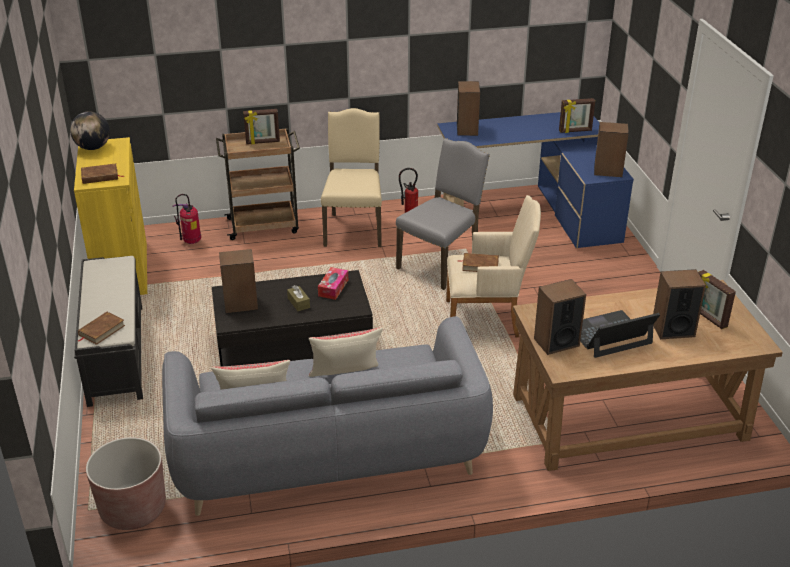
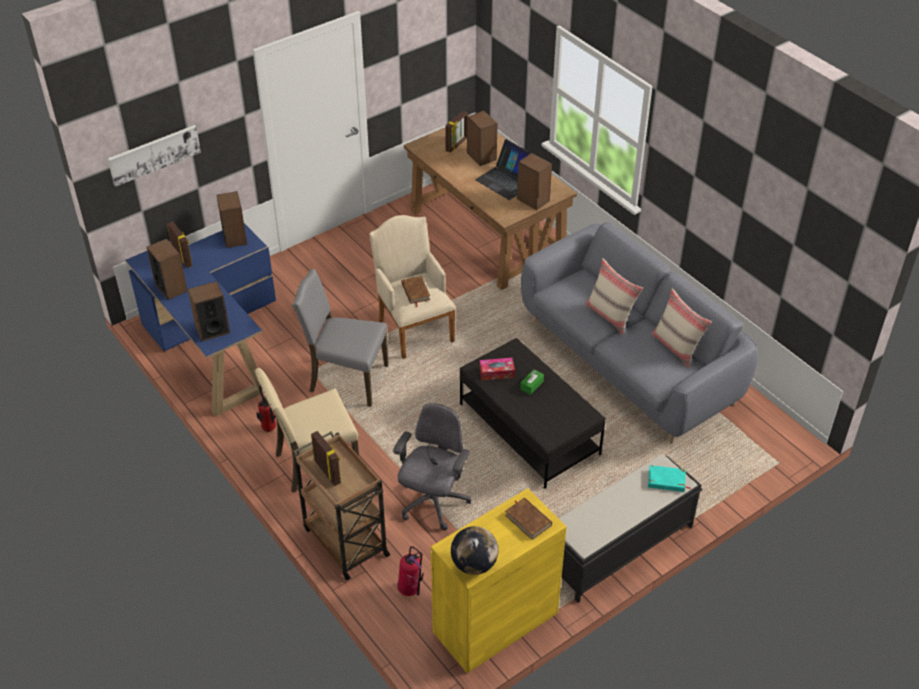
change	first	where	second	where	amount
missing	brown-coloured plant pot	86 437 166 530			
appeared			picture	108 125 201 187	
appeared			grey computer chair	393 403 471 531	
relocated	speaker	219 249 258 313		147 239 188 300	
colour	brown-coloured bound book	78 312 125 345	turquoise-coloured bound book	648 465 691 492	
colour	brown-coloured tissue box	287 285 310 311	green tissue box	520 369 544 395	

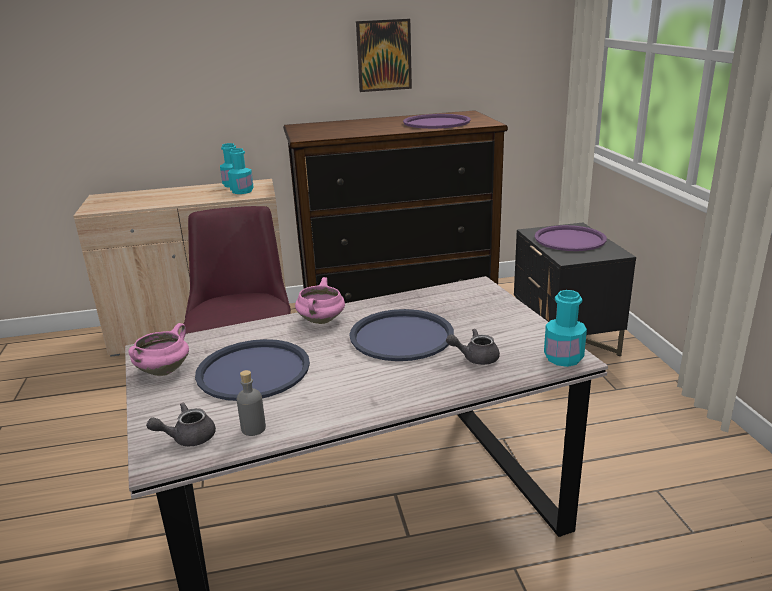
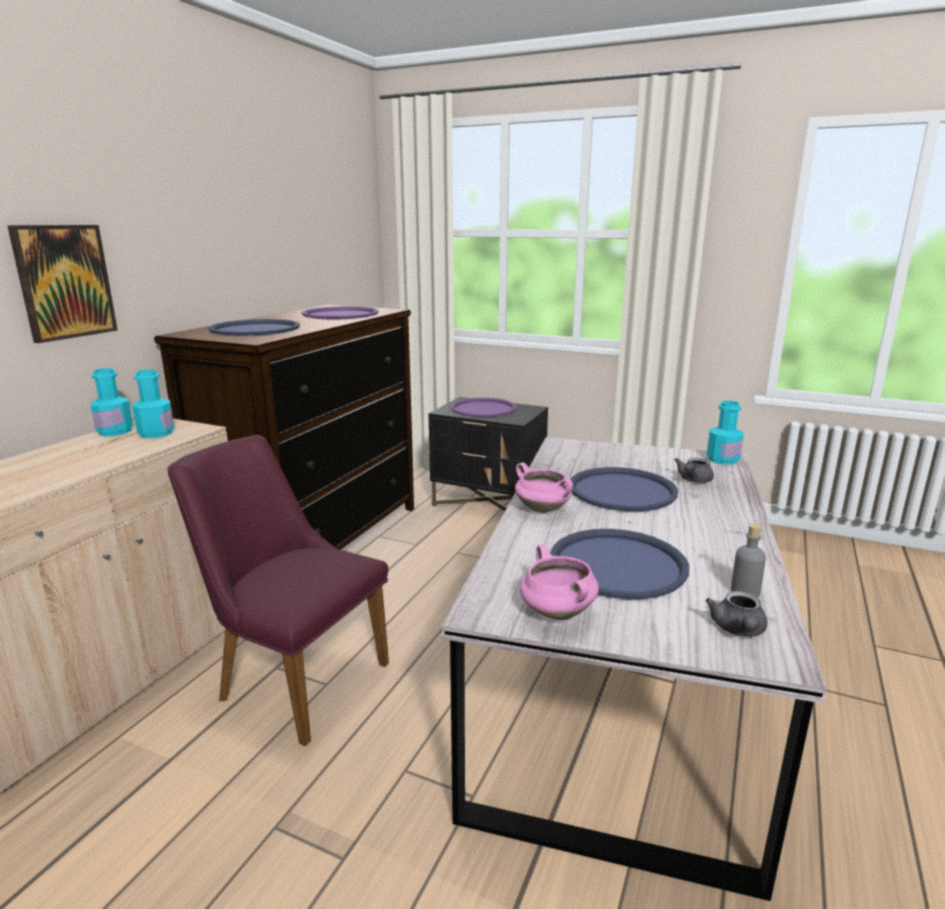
change	first	where	second	where	amount
appeared			blue carrying tray	208 319 300 336	
relocated	picture	356 19 412 92		7 225 118 343	

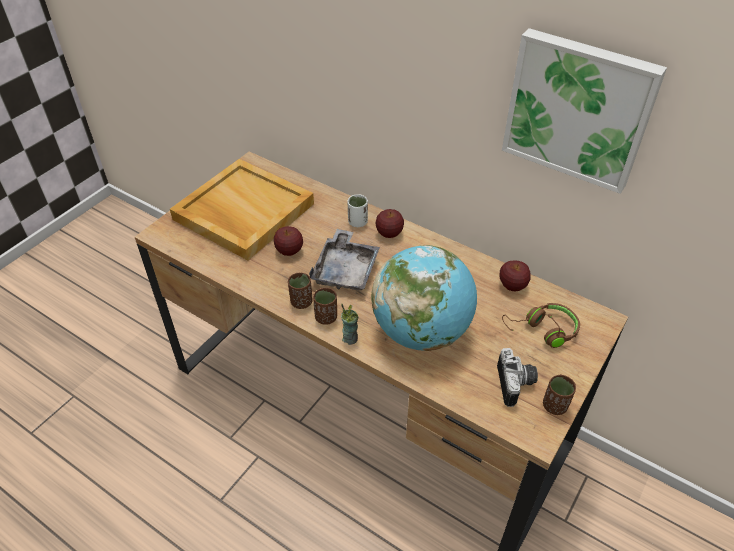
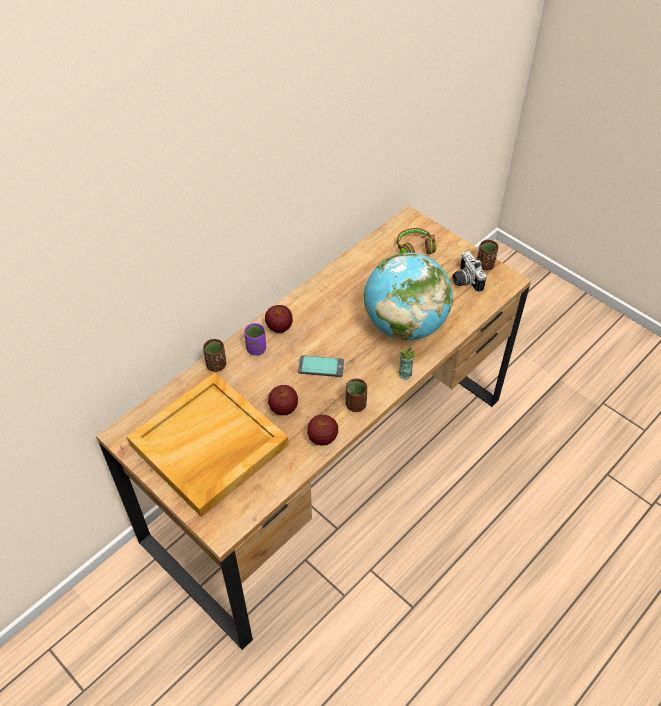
change	first	where	second	where	amount
missing	picture	502 28 667 194			
relocated	brown-coloured drinking cup	313 288 337 325		203 339 226 372	
relocated	apple	500 260 531 291		307 415 338 445	
exchanged	grey carrying tray	309 229 380 290	telephone	298 355 344 377	
colour	whitish drinking cup	347 194 368 227	purple-coloured drinking cup	244 323 266 356	
spun	photo camera	497 348 538 407		452 251 487 292	120 degrees counterclockwise

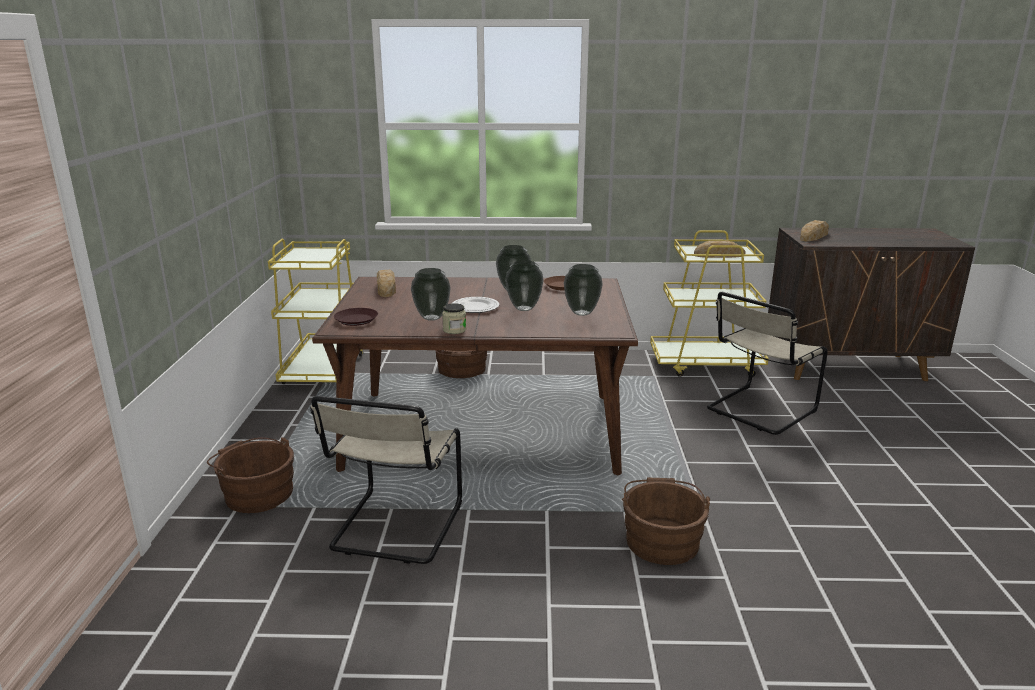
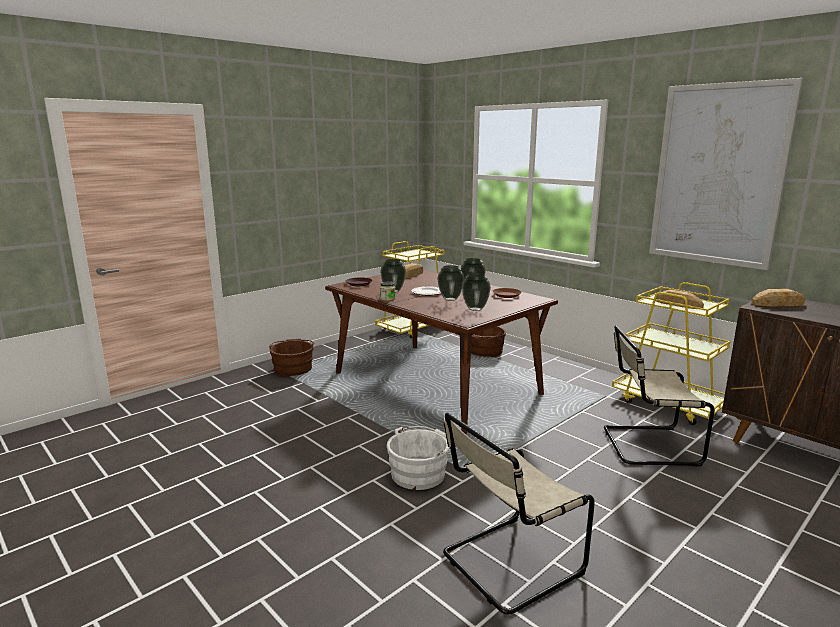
change	first	where	second	where	amount
appeared			picture	649 78 803 270	
relocated	beige-coloured plain chair	310 396 462 564		443 413 595 615	
colour	brown-coloured water bucket	622 477 710 565	whitish water bucket	387 426 456 490	

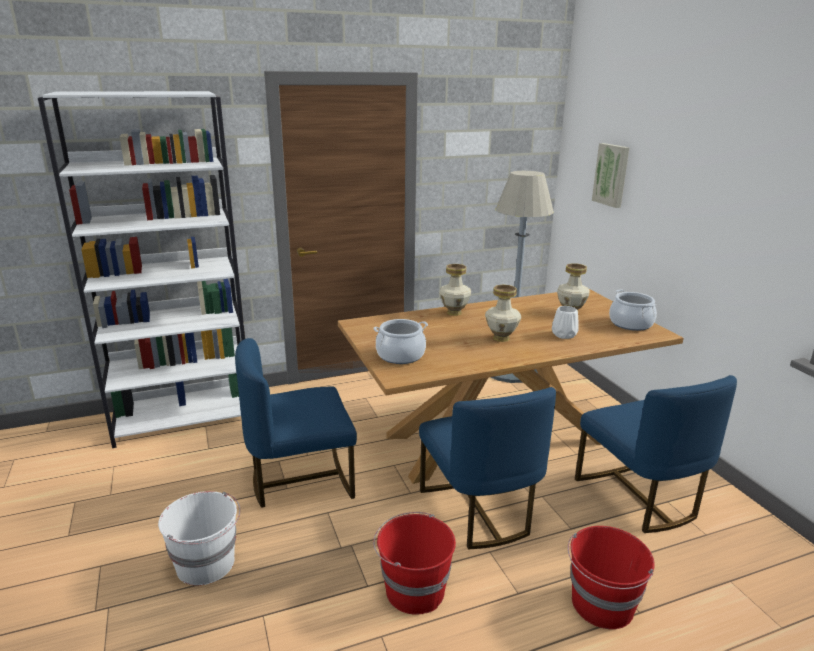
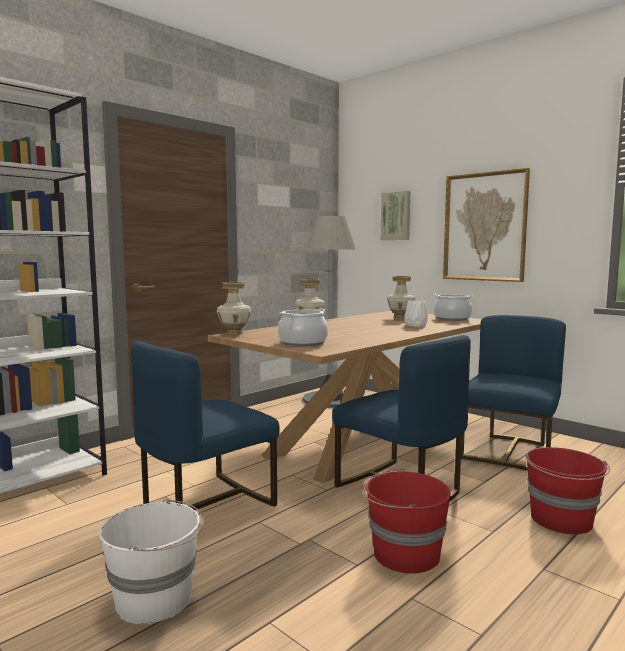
change	first	where	second	where	amount
appeared			picture	443 168 530 282	
relocated	flower vase	485 284 521 342		217 282 251 335	
spun	blue plain chair	575 375 737 533		461 315 566 471	105 degrees counterclockwise

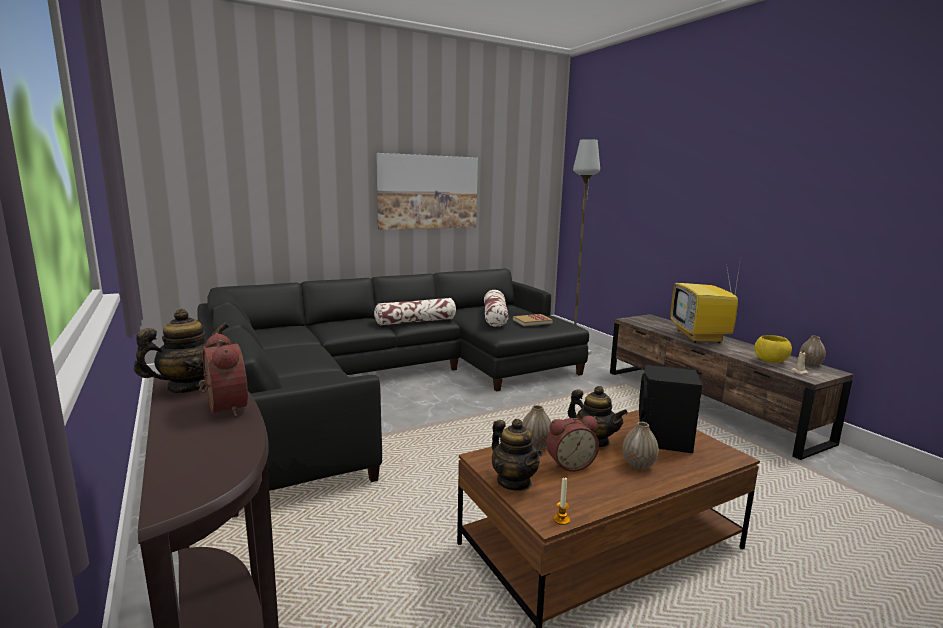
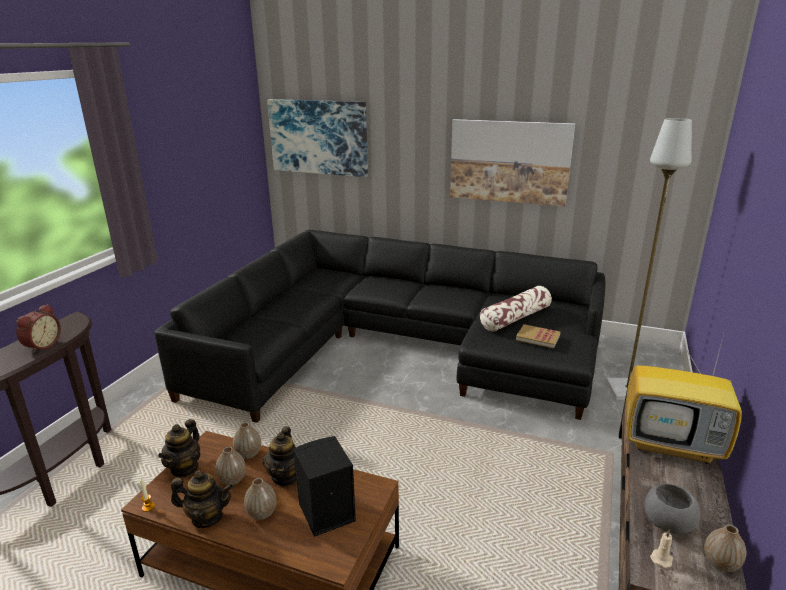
change	first	where	second	where	amount
missing	throw pillow	374 298 456 326			
appeared			picture	267 99 368 177	
relocated	pot for tea	134 309 229 393		171 470 233 528	
exchanged	table clock	546 416 599 472	flower vase	215 446 246 485	
colour	yellow serving bowl	754 335 792 363	grey serving bowl	645 484 700 534	
spun	television	670 257 741 343		626 330 742 464	120 degrees counterclockwise

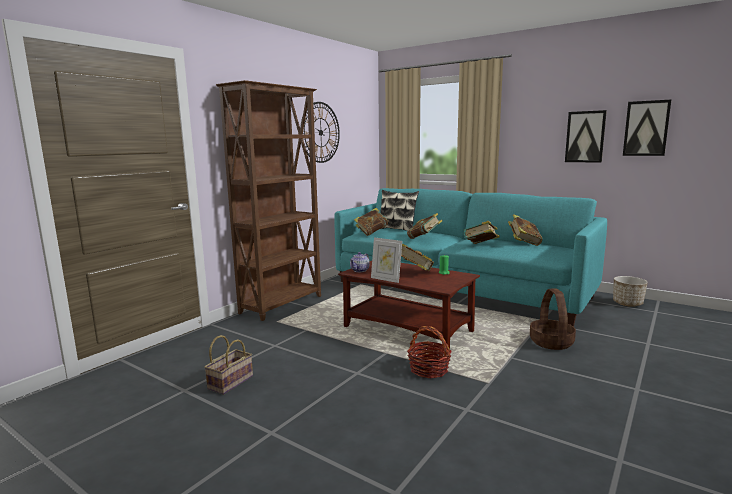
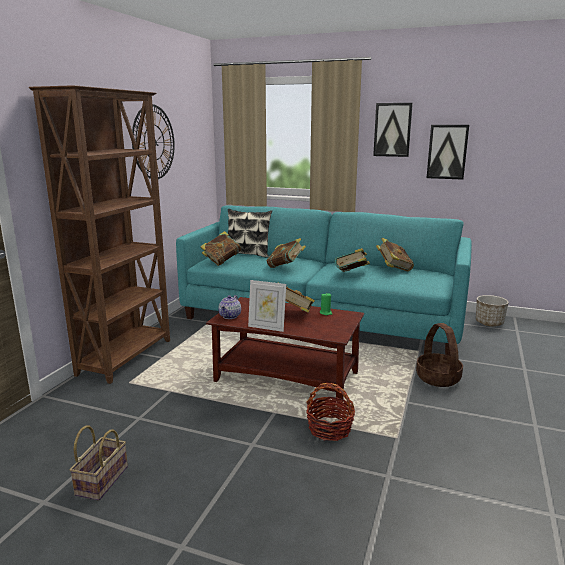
change	first	where	second	where	amount
relocated	picture	623 100 671 156		373 103 413 157	

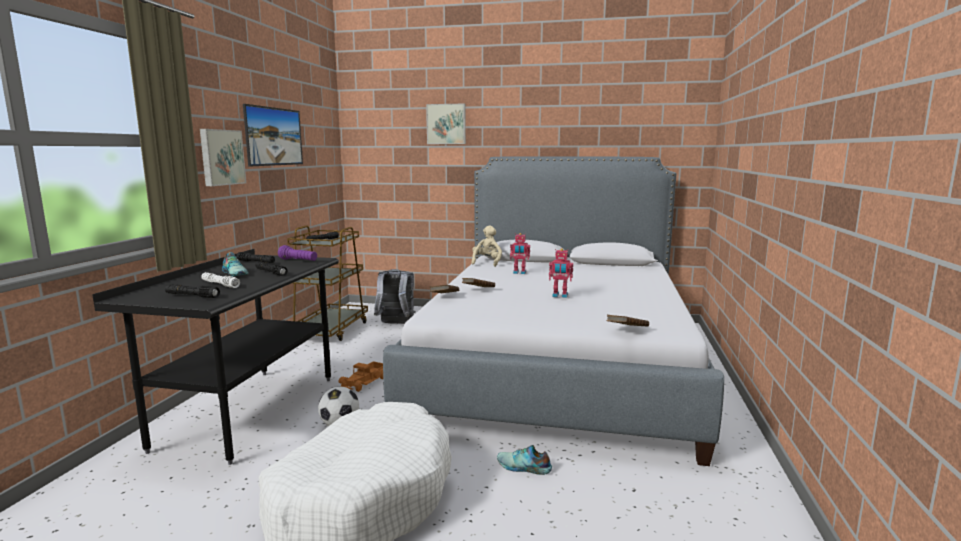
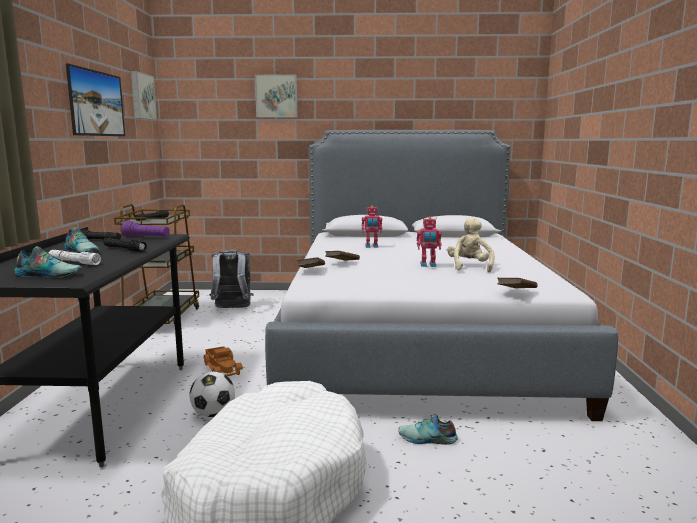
change	first	where	second	where	amount
relocated	picture	200 129 246 186		131 71 157 120	
relocated	beige-coloured cuddly toy	471 225 502 267		447 217 495 273	
exchanged	blackish hand torch	165 284 220 298	low shoe	15 246 82 278	
spun	toy lorry	338 361 383 392		204 346 243 376	45 degrees counterclockwise

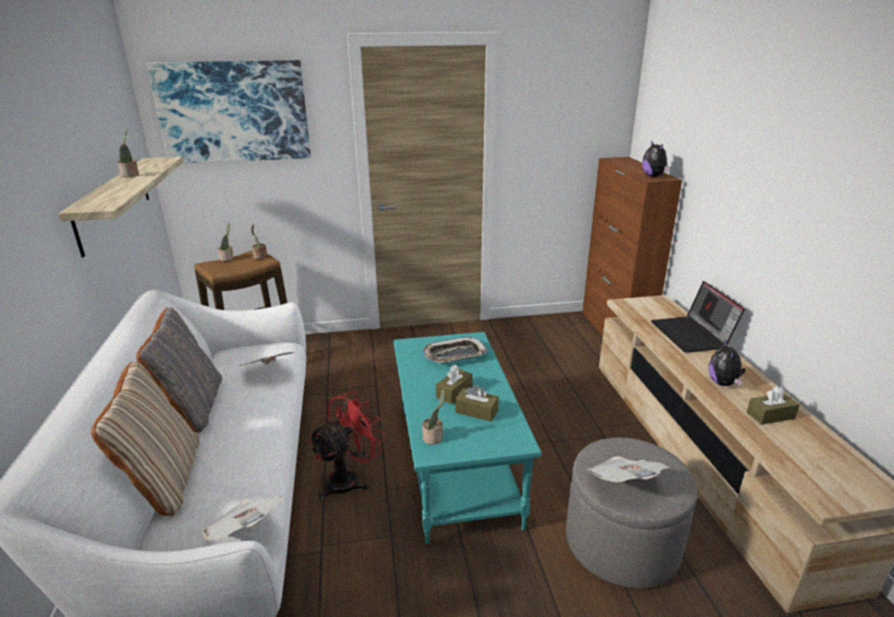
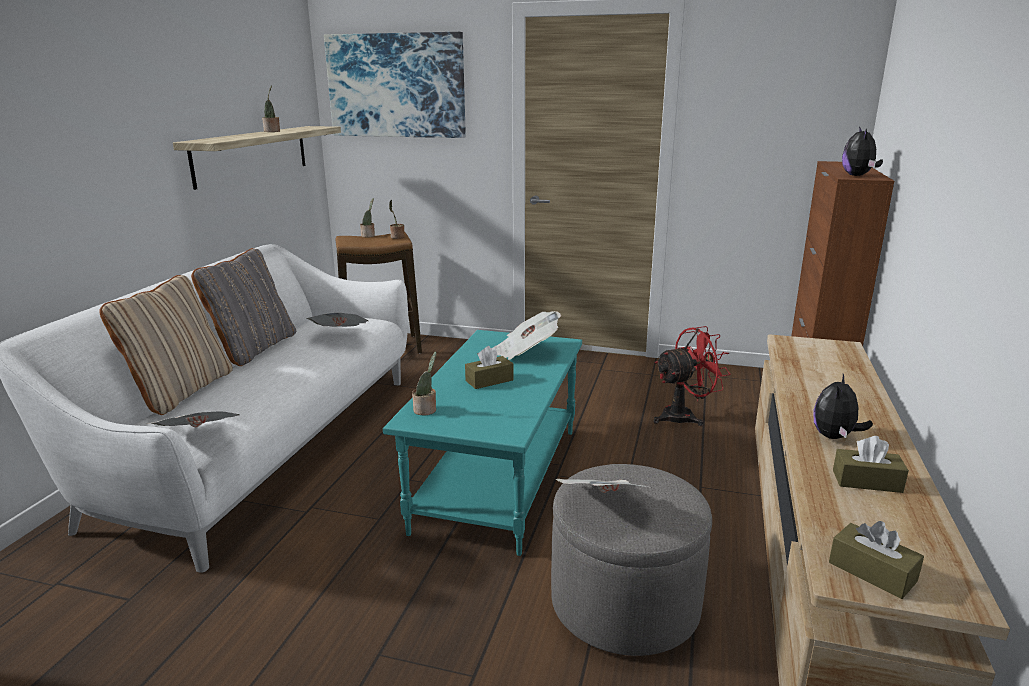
change	first	where	second	where	amount
missing	notebook computer	651 281 745 353			
relocated	red-coloured electric fan	308 391 386 501		653 326 730 426	
relocated	brown-coloured tissue box	455 384 499 421		829 521 924 599	
exchanged	carrying tray	423 337 488 363	daily paper	493 311 561 360	

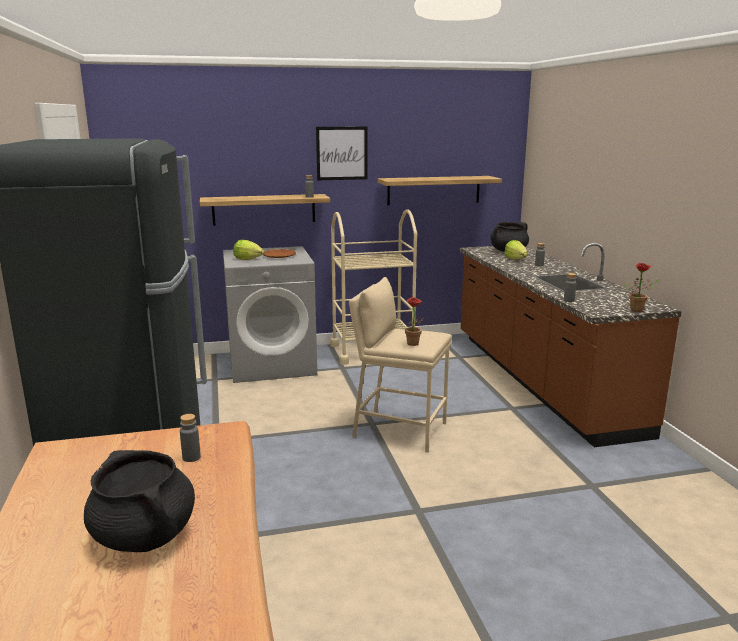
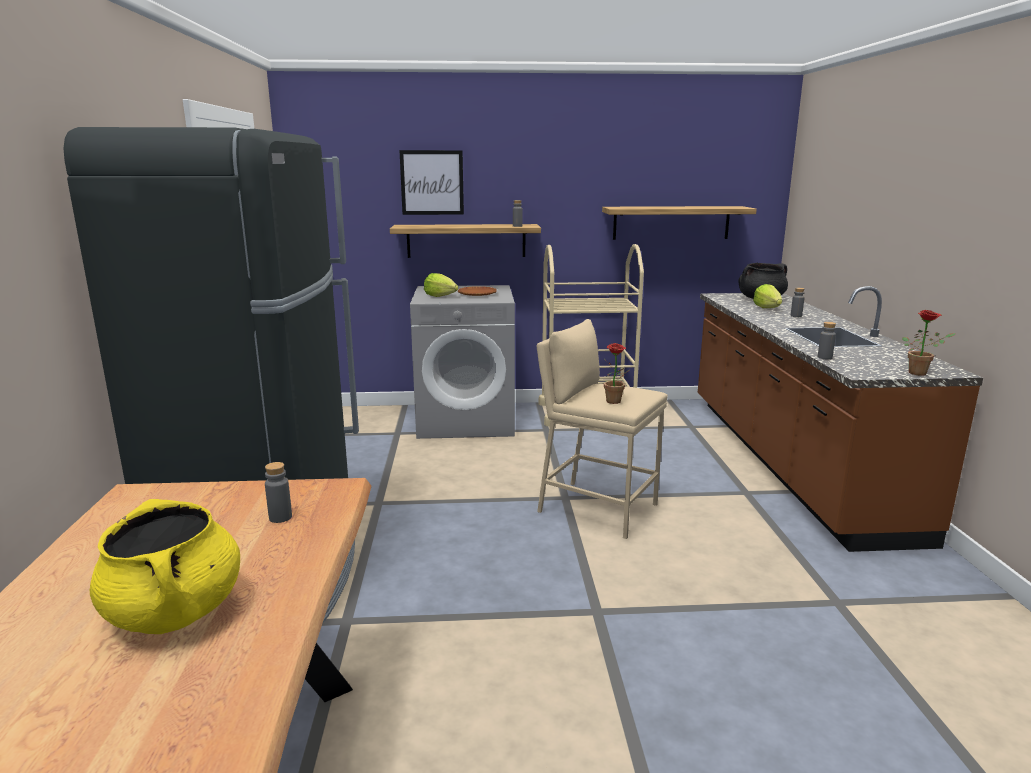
change	first	where	second	where	amount
relocated	picture	316 127 367 180		399 150 464 215	
colour	blackish saucepot	84 450 195 552	yellow saucepot	90 499 240 634	

